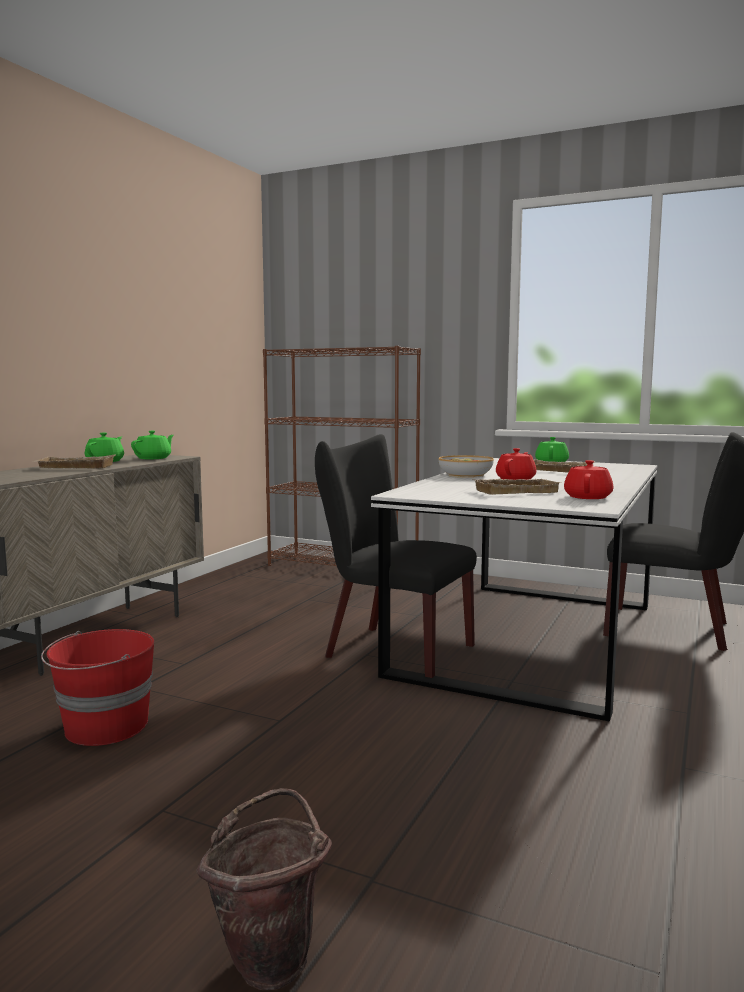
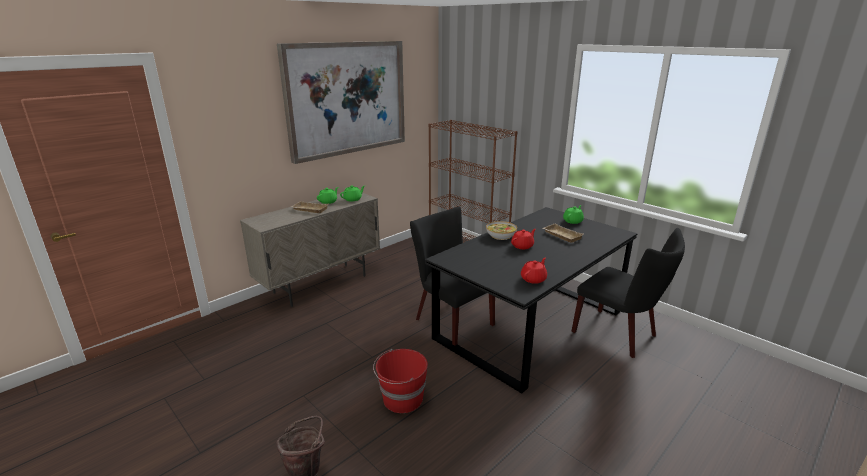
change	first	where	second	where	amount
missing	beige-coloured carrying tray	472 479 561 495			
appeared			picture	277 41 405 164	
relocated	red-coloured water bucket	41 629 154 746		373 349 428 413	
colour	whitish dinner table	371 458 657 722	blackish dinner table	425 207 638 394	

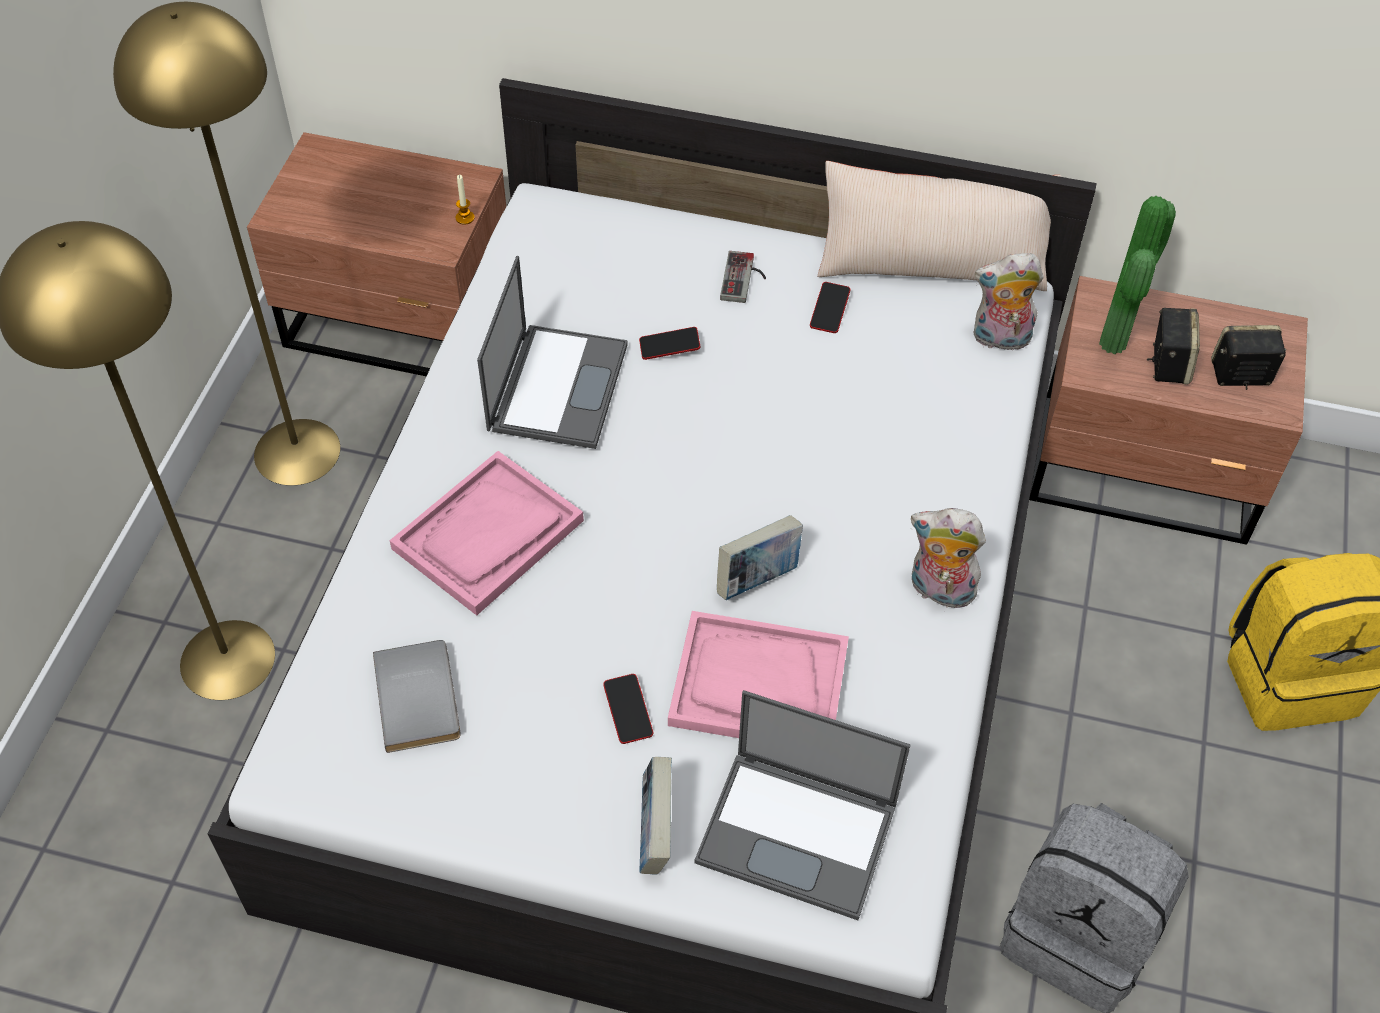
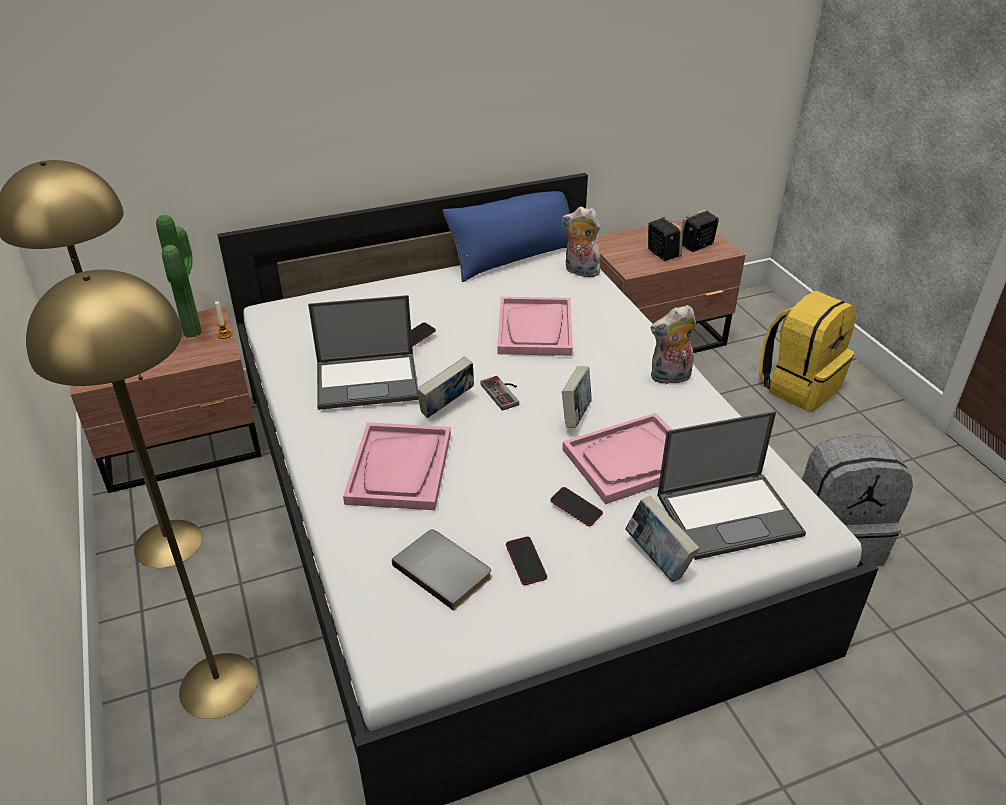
change	first	where	second	where	amount
appeared			bound book	417 356 474 418	
appeared			pink-coloured carrying tray	497 297 573 356	
relocated	joypad	720 251 766 303		480 376 519 411	
relocated	telephone	810 282 850 333		506 536 547 585	
relocated	plant in a pot	1099 196 1176 354		156 215 202 338	
colour	beige-coloured throw pillow	817 161 1061 291	blue throw pillow	442 191 570 282	
spun	notebook computer	477 256 628 449		308 295 419 410	105 degrees clockwise
spun	cuddly toy	974 253 1044 351		562 206 601 277	60 degrees clockwise

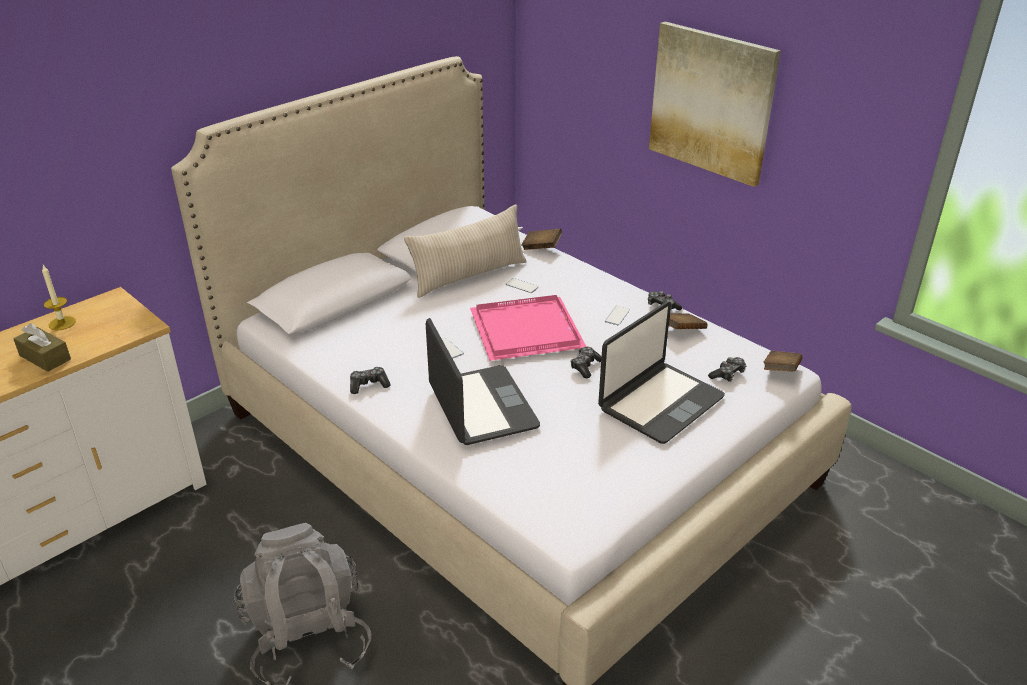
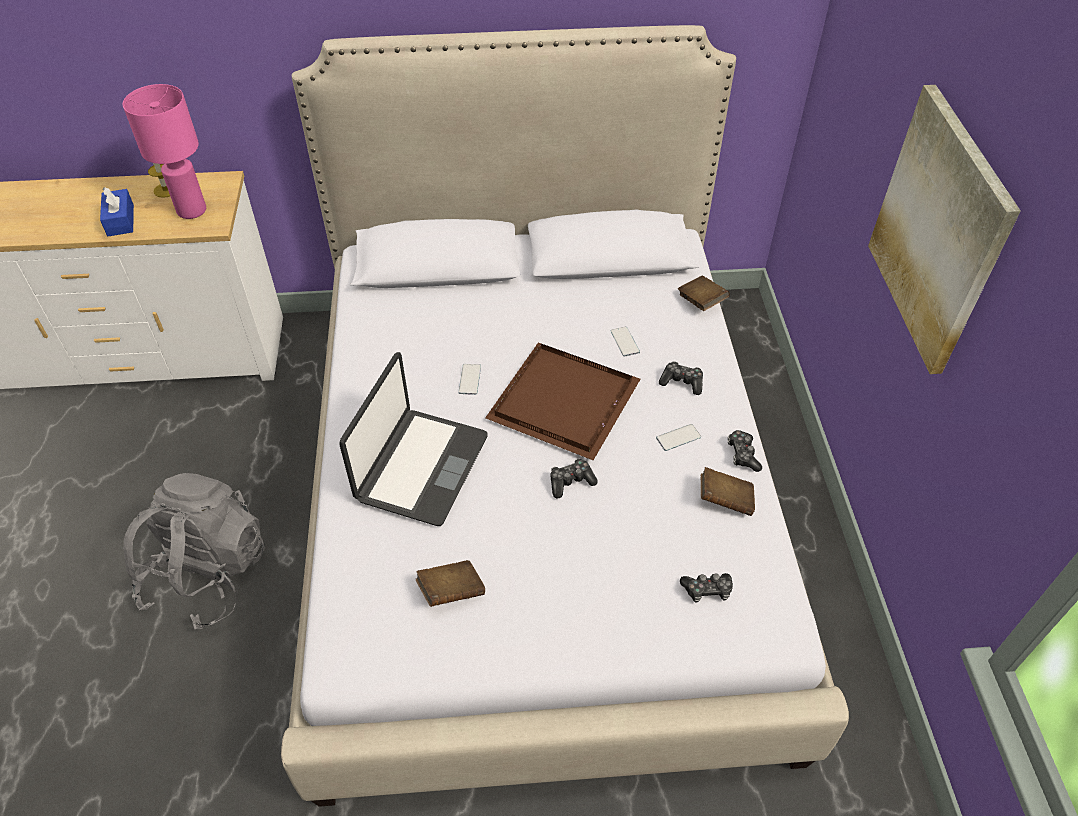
change	first	where	second	where	amount
missing	beige-coloured throw pillow	404 205 527 298			
missing	notebook computer	598 302 725 444			
appeared			pink-coloured table lamp	123 84 206 219	
relocated	joypad	350 367 391 394		659 361 703 395	
relocated	brown-coloured bound book	764 351 802 371		416 560 485 607	
colour	brown-coloured tissue box	13 323 71 372	blue tissue box	100 187 134 236	
colour	pink-coloured carrying tray	470 295 587 361	brown-coloured carrying tray	485 342 640 460	

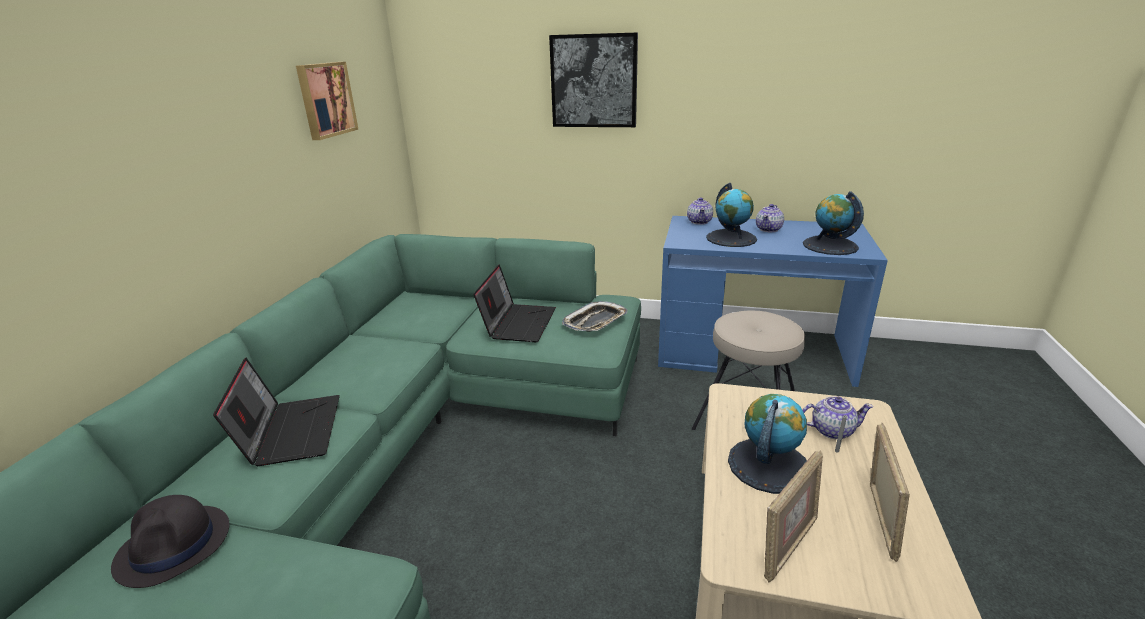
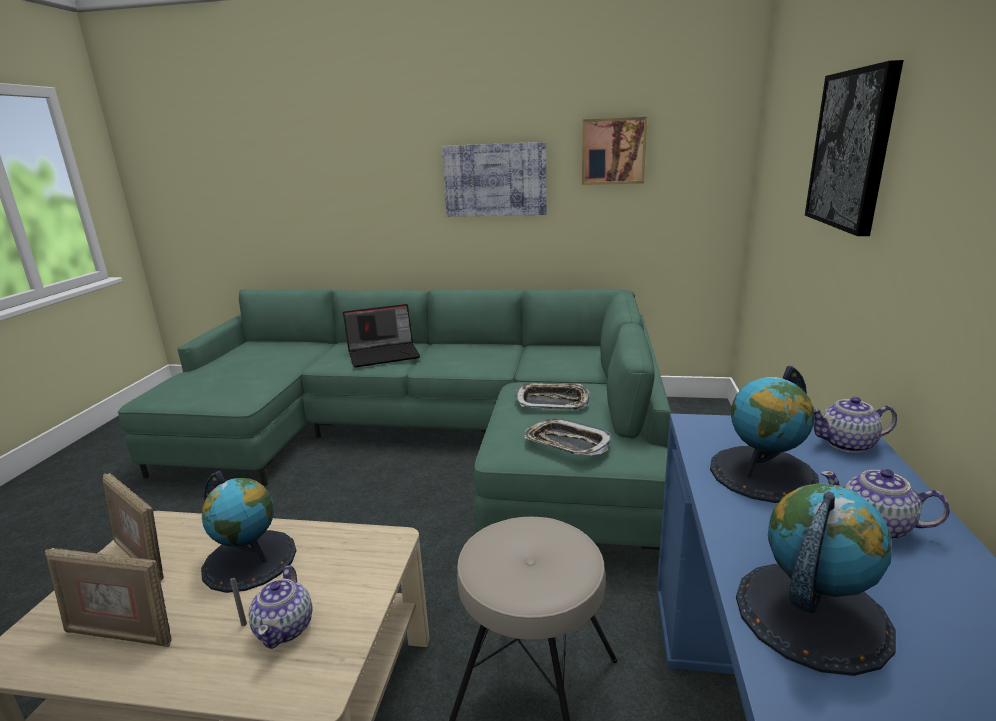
change	first	where	second	where	amount
missing	blackish clothing hat	111 495 229 588			
appeared			picture	442 142 547 217	
exchanged	notebook computer	473 265 556 342	carrying tray	514 383 590 410	

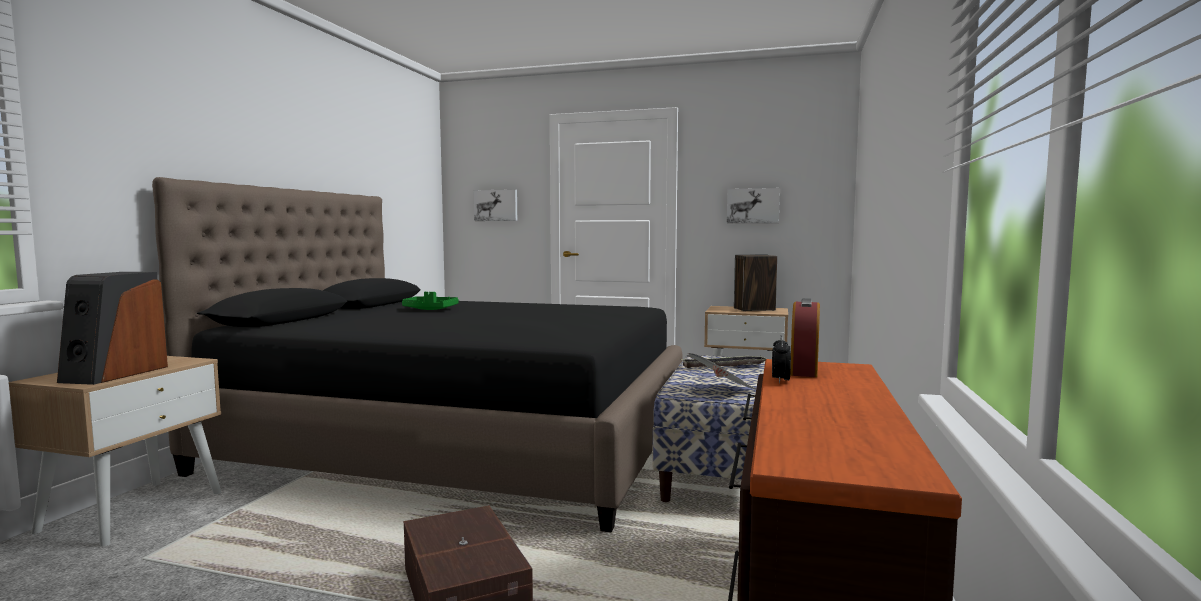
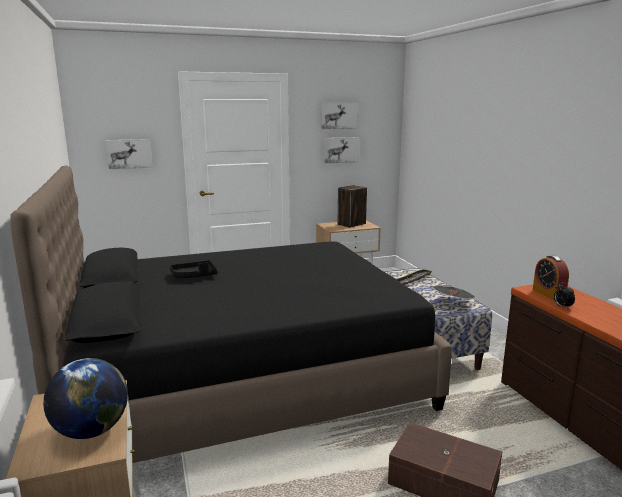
change	first	where	second	where	amount
appeared			picture	321 103 357 129	
exchanged	speaker	57 272 168 385	world globe	43 358 128 439	
colour	green carrying tray	402 292 459 310	blackish carrying tray	170 260 217 278	

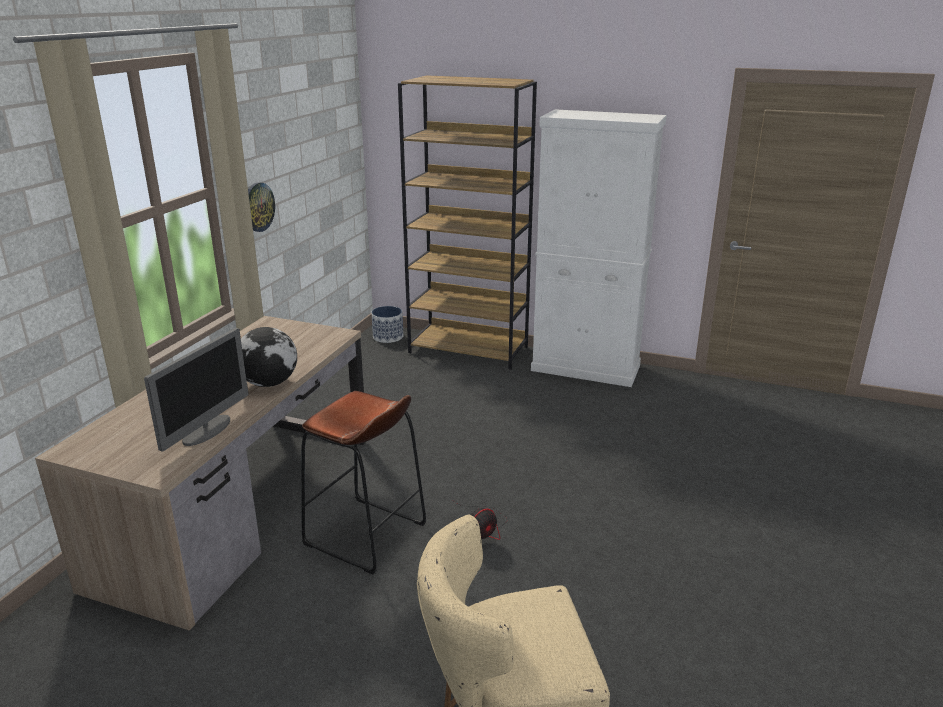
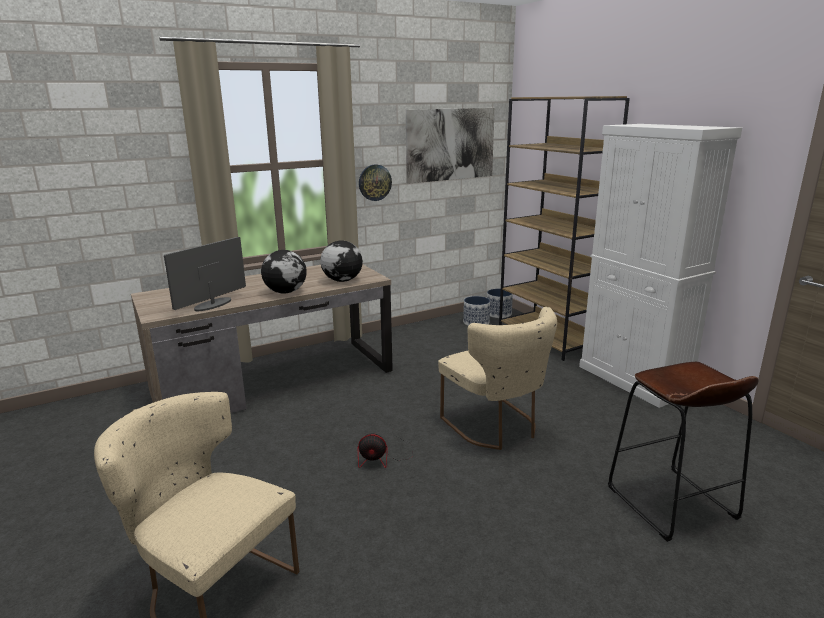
change	first	where	second	where	amount
appeared			world globe	320 240 363 282	
appeared			picture	406 108 495 184	
appeared			beige-coloured plain chair	438 307 557 450	
appeared			plant pot	463 296 490 326	
relocated	brown-coloured stool	301 391 426 574		608 362 759 542	
spun	computer display	144 328 249 452		164 237 246 311	150 degrees clockwise

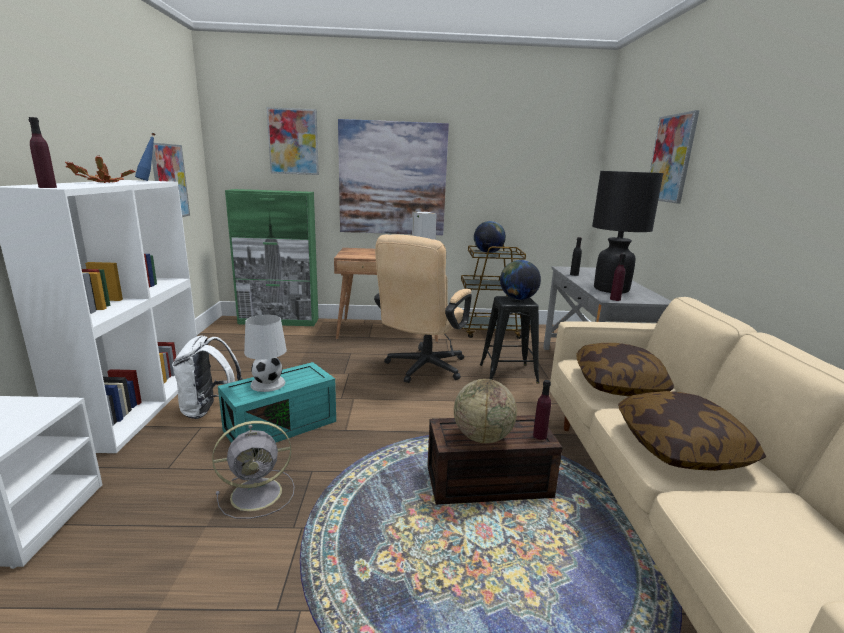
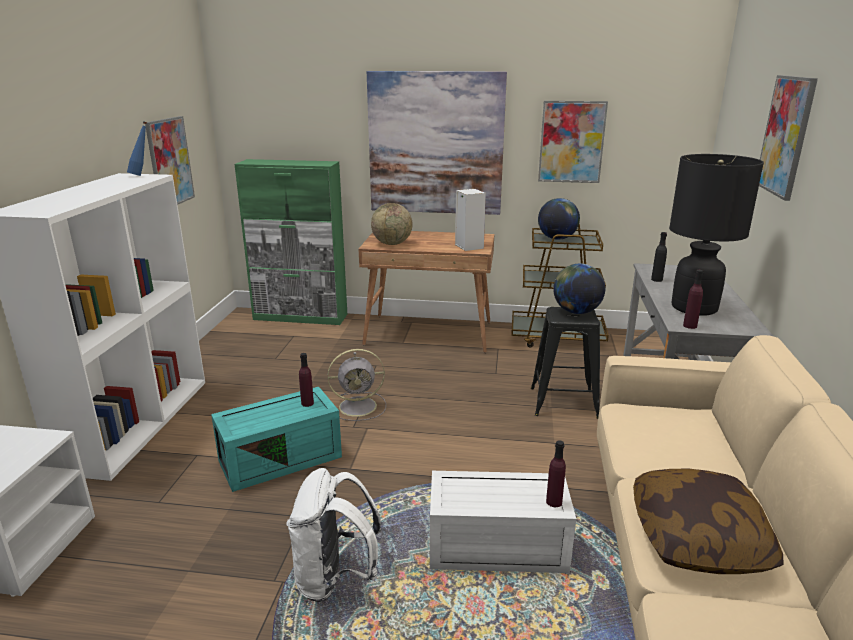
change	first	where	second	where	amount
missing	plant in a pot	65 156 135 183			
missing	whitish table lamp	244 315 287 392			
missing	beige-coloured computer chair	374 234 472 383			
missing	throw pillow	576 343 674 397			
relocated	purple-coloured beverage bottle	28 117 57 188		299 353 314 407	
relocated	whitish backpack	172 335 243 419		286 468 381 602	
relocated	grey electric fan	212 421 295 519		328 349 386 421	
relocated	picture	267 107 319 175		538 101 608 183	
relocated	world globe	454 379 517 443		371 203 412 245	
colour	brown-coloured storage container	427 415 563 505	whitish storage container	430 471 576 573	

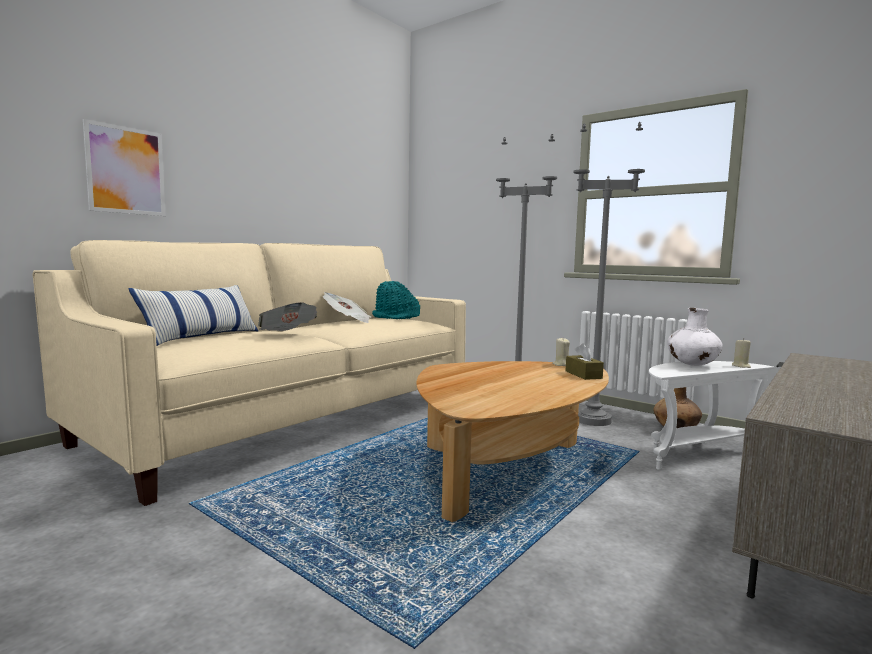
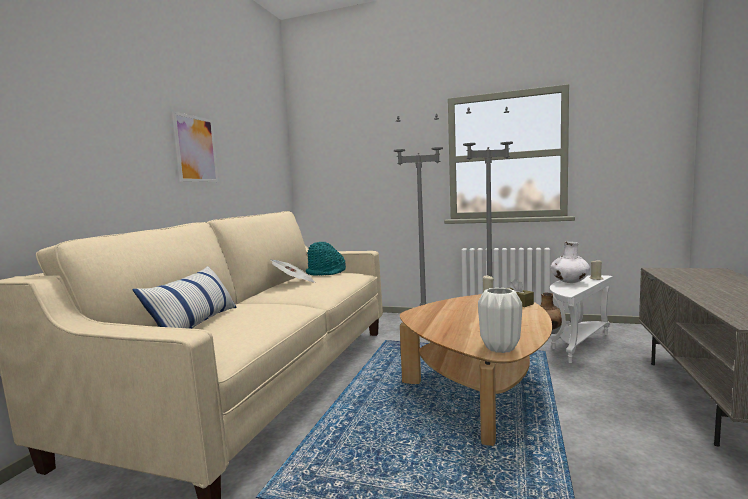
change	first	where	second	where	amount
missing	daily paper	258 302 317 331			
appeared			whitish flower vase	478 288 522 353	
relocated	picture	83 119 166 216		172 111 218 182	

